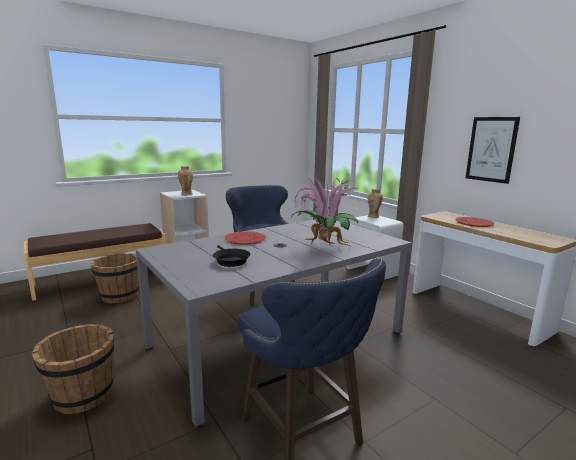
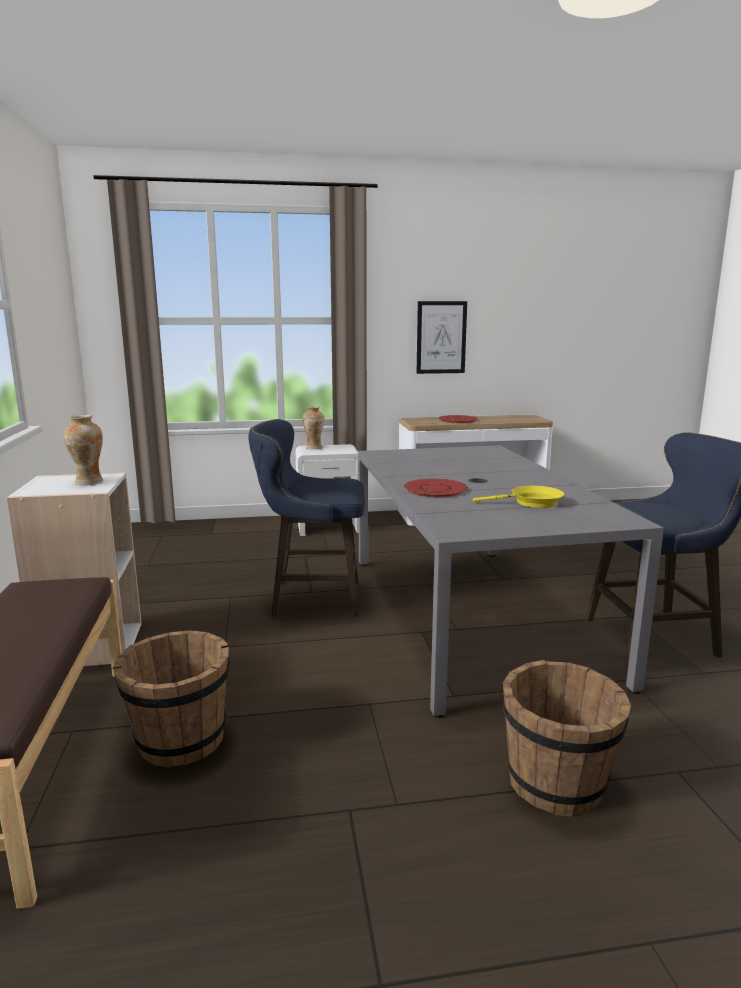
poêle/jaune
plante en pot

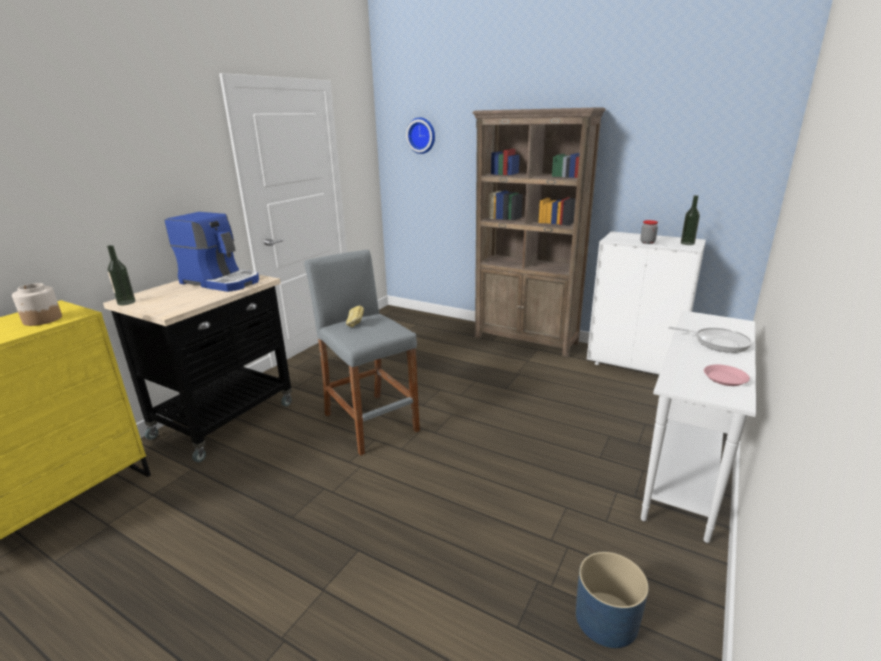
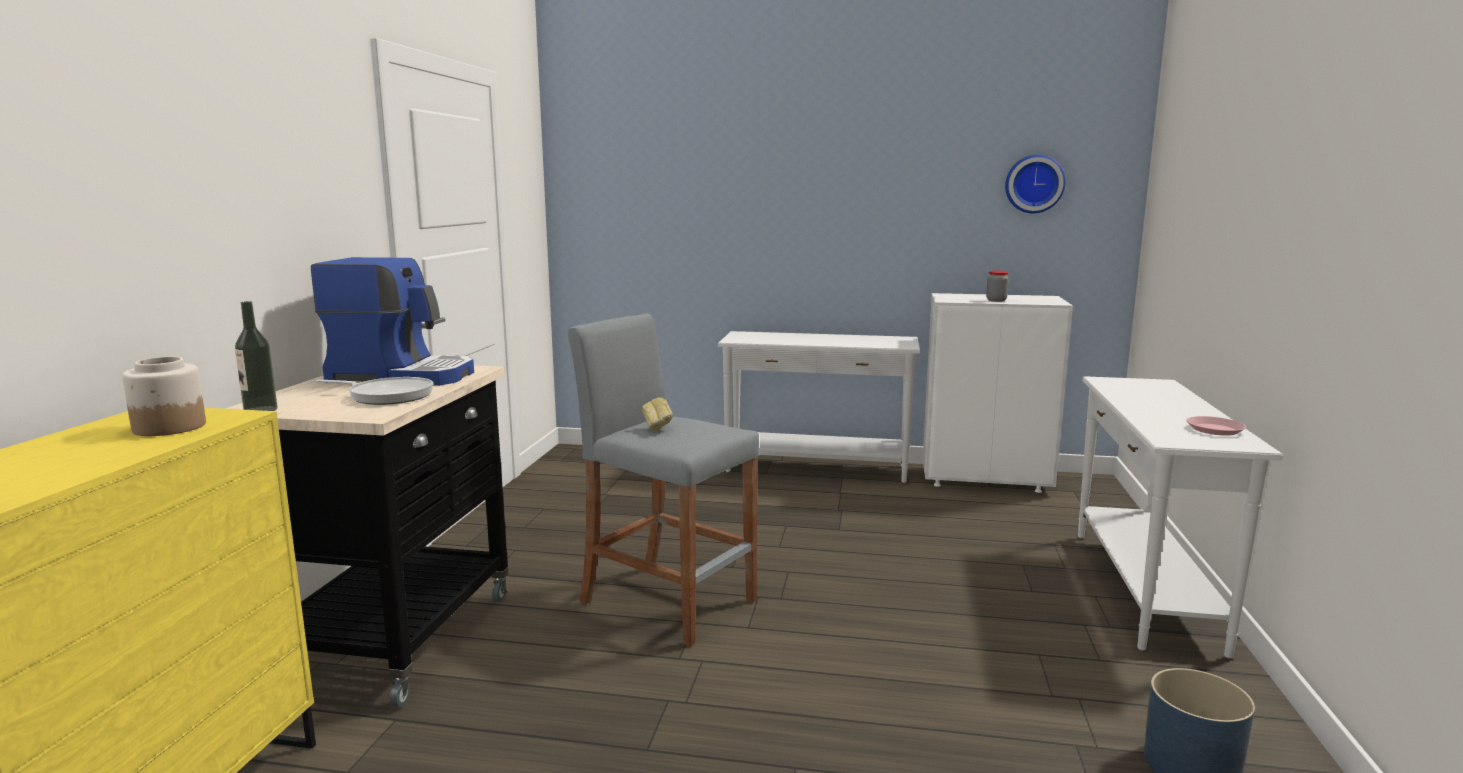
horloge murale
table console/blanc (no. 1 from left)
poêle
bouteille (no. 2 from left in the first image)

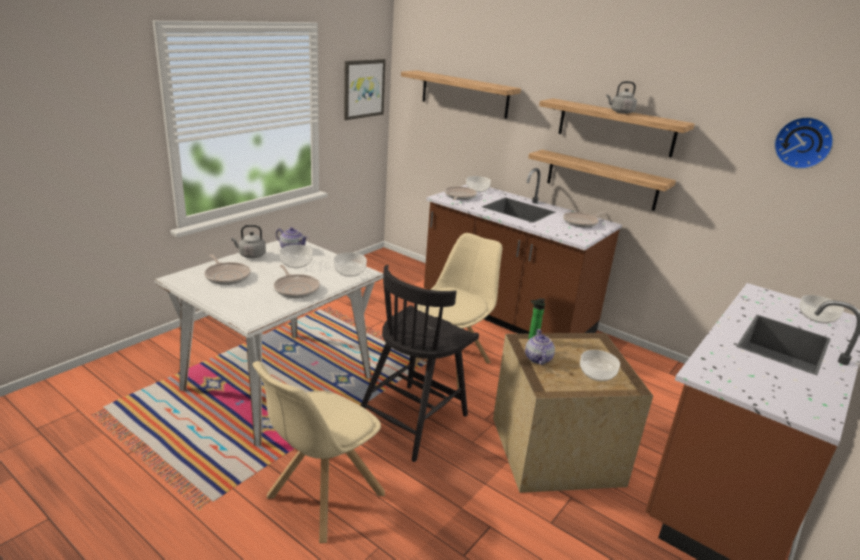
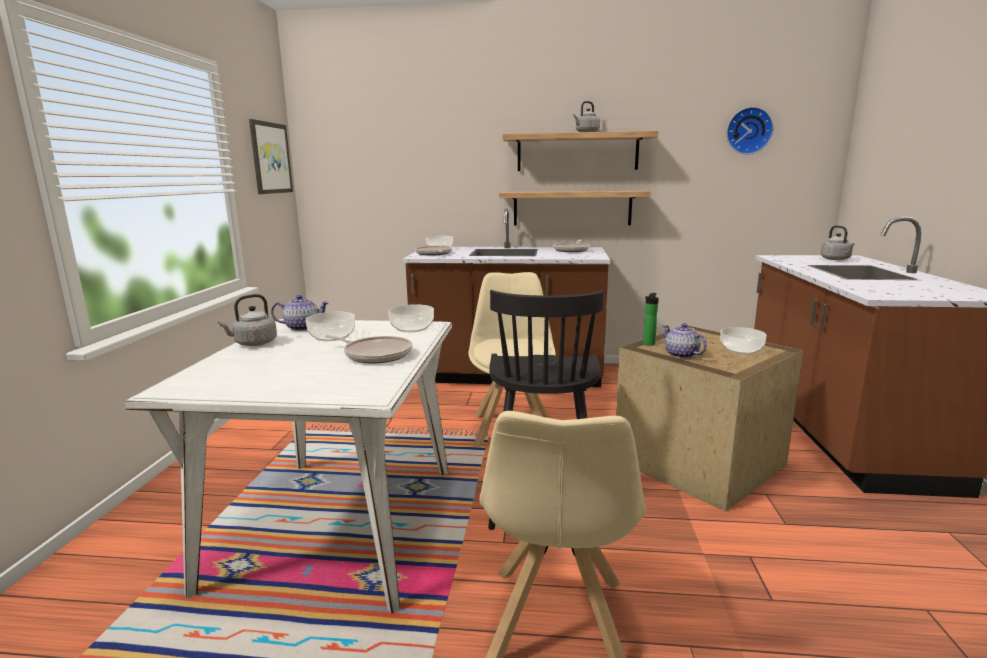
poêle (no. 1 from left in the first image)
étagère (no. 1 from left in the first image)
bouilloire/gris (no. 3 from left)

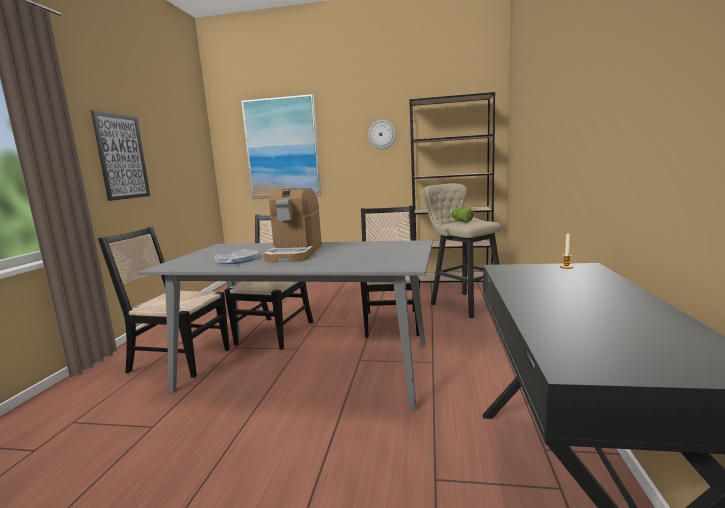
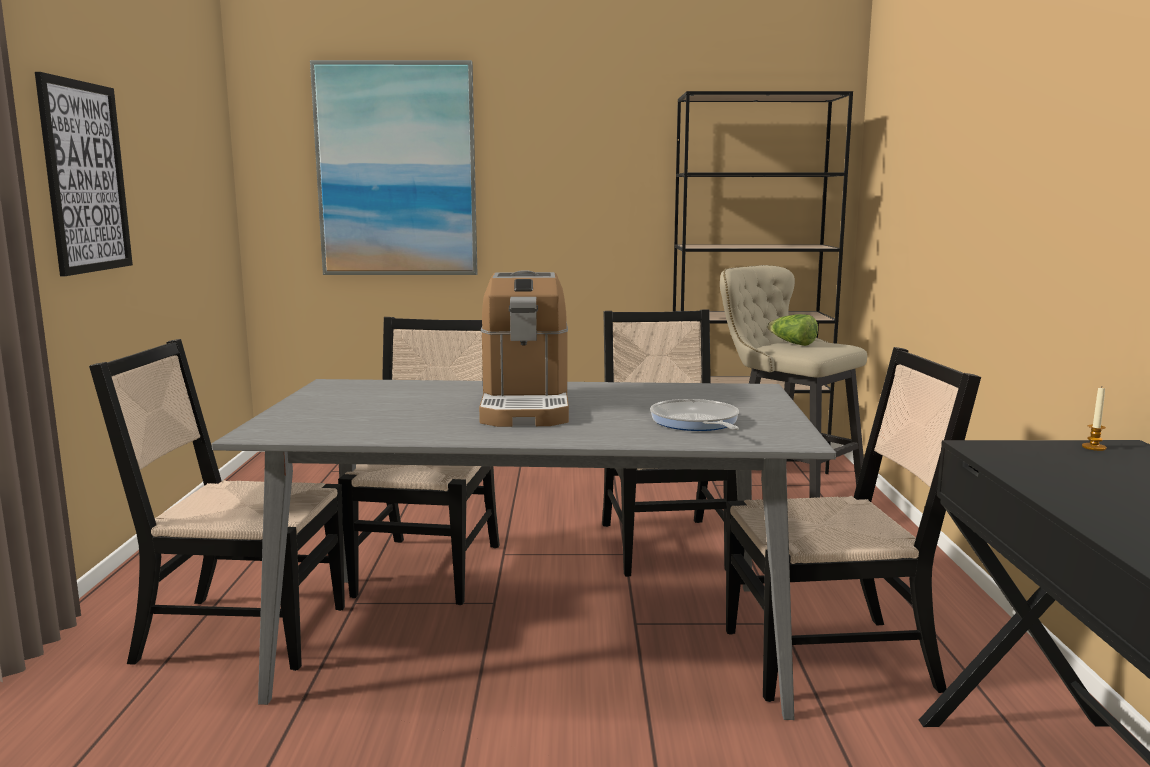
poêle
horloge murale
chaise (no. 4 from left)

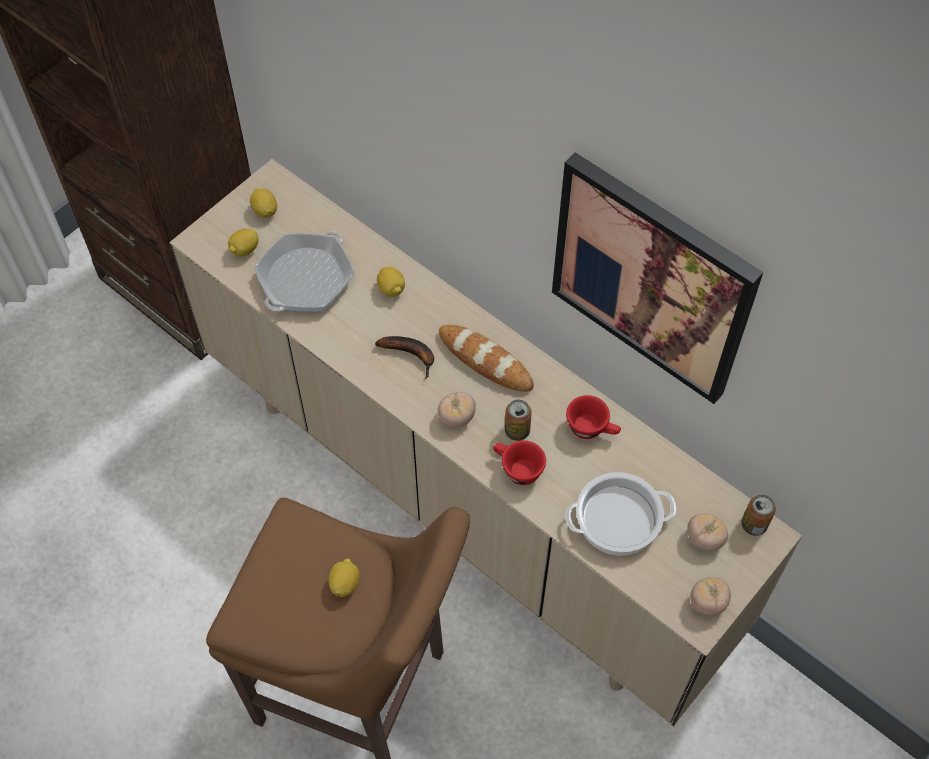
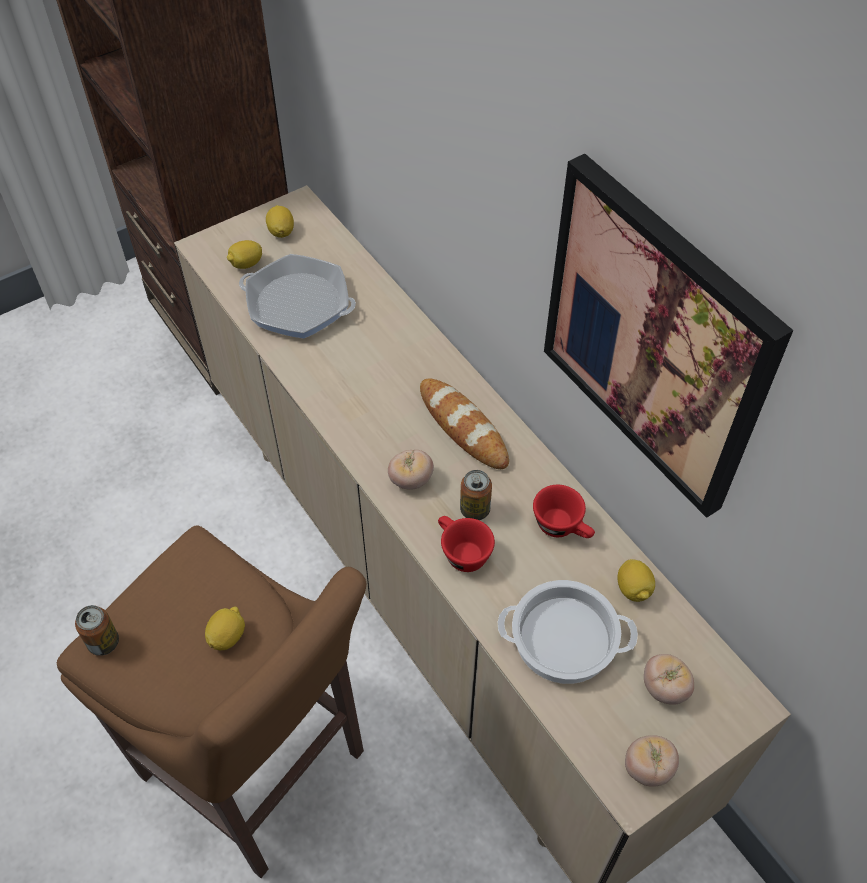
poêle
banane
citron (no. 4 from left)
boîte métallique (no. 1 from left)

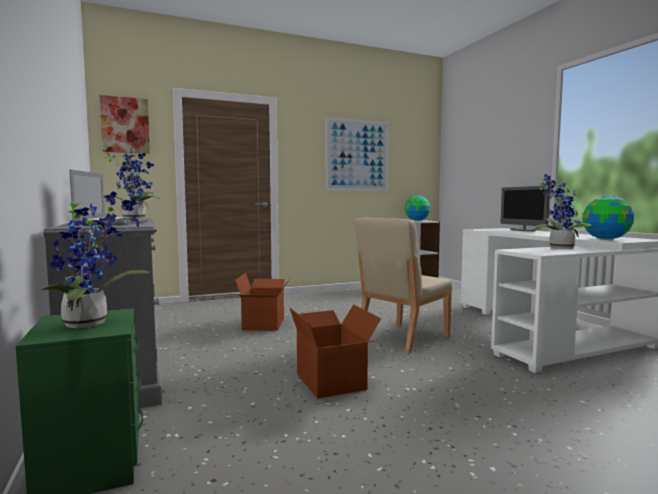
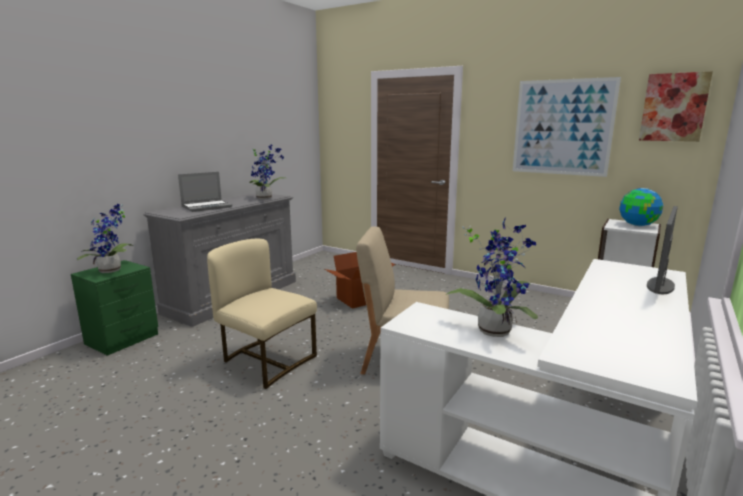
tableau (no. 2 from left)
chaise/beige (no. 1 from left)
globe (no. 2 from left in the first image)

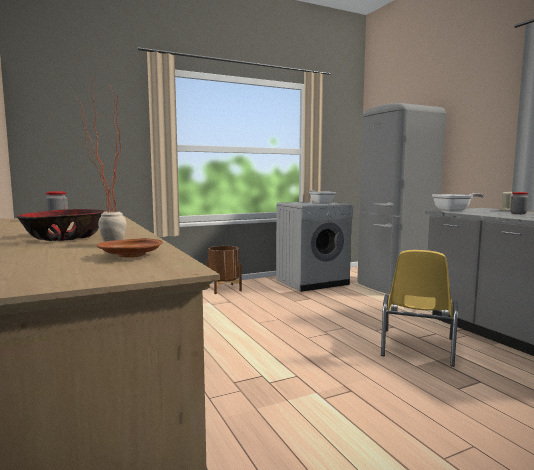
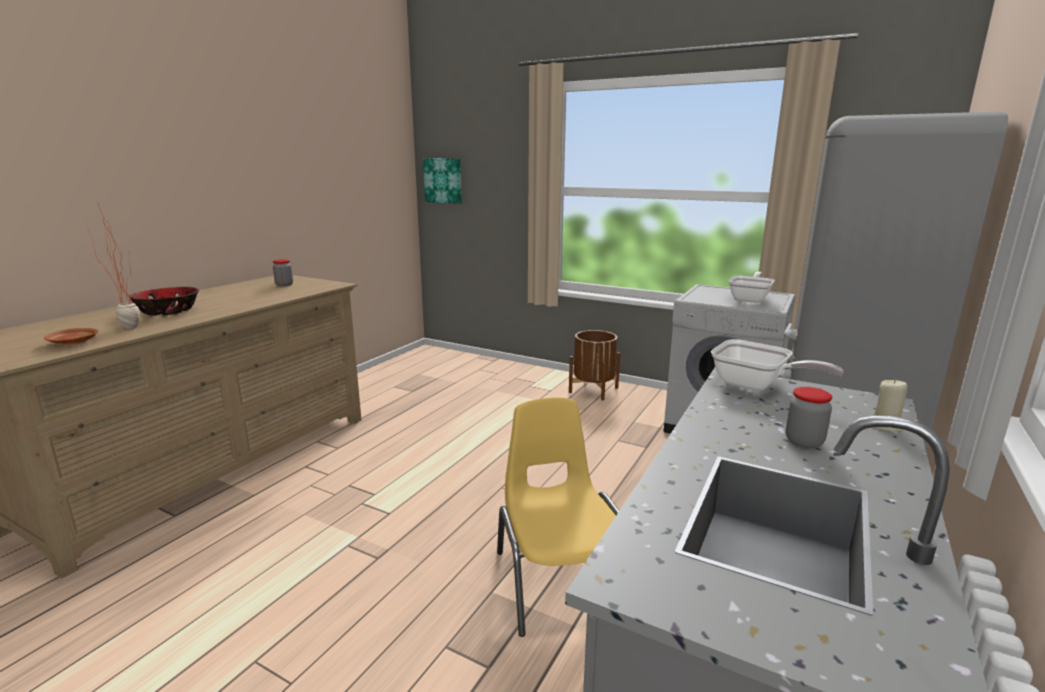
chaise/jaune
tableau

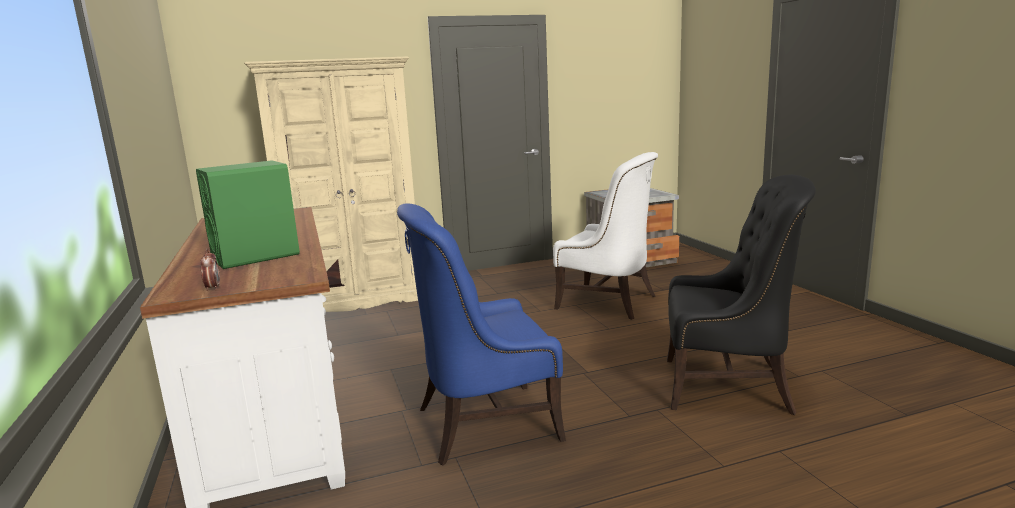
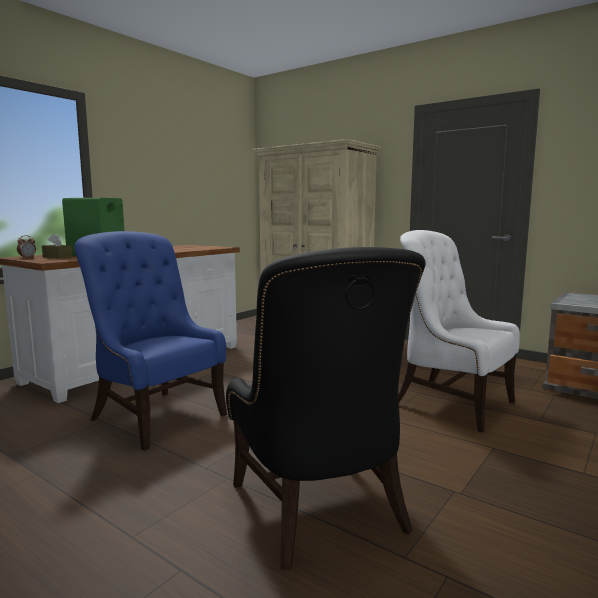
chaise/blanc
boîte à mouchoirs/marron

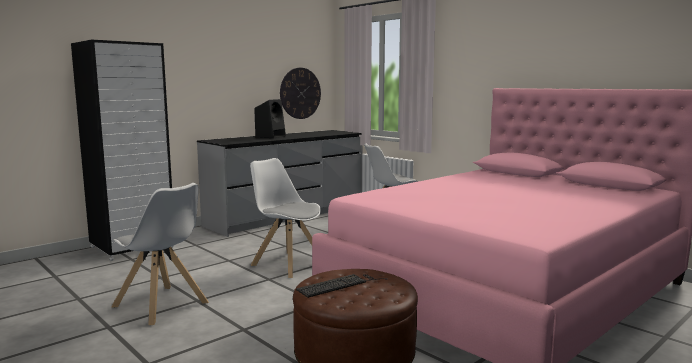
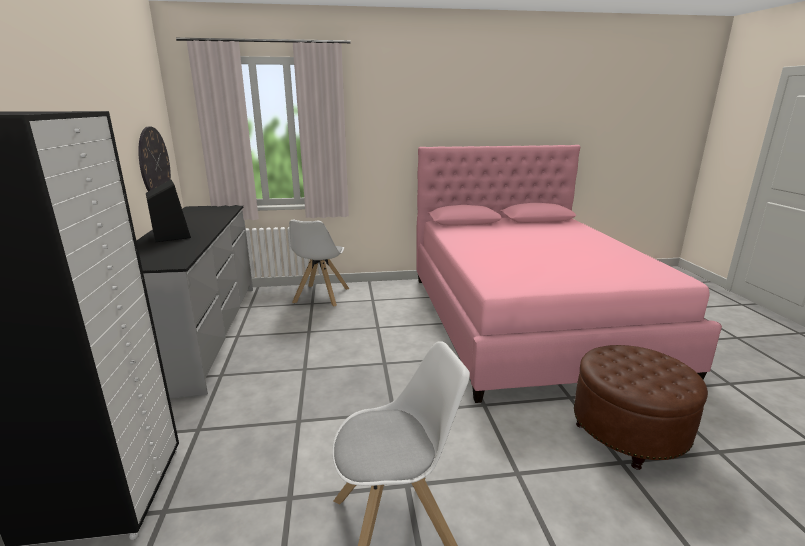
chaise (no. 2 from left in the first image)
clavier

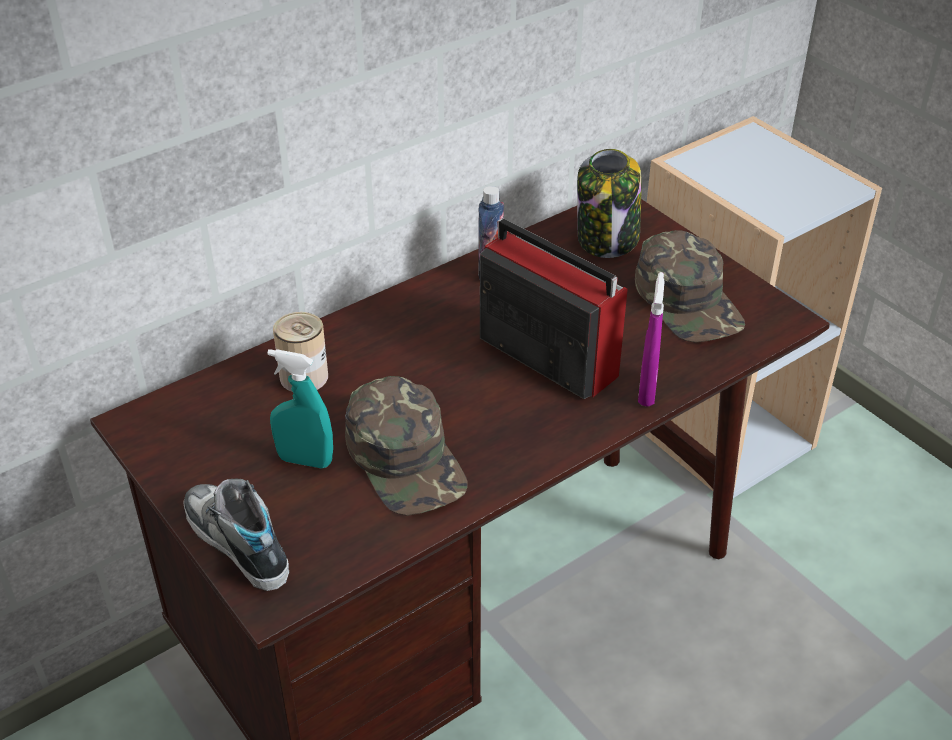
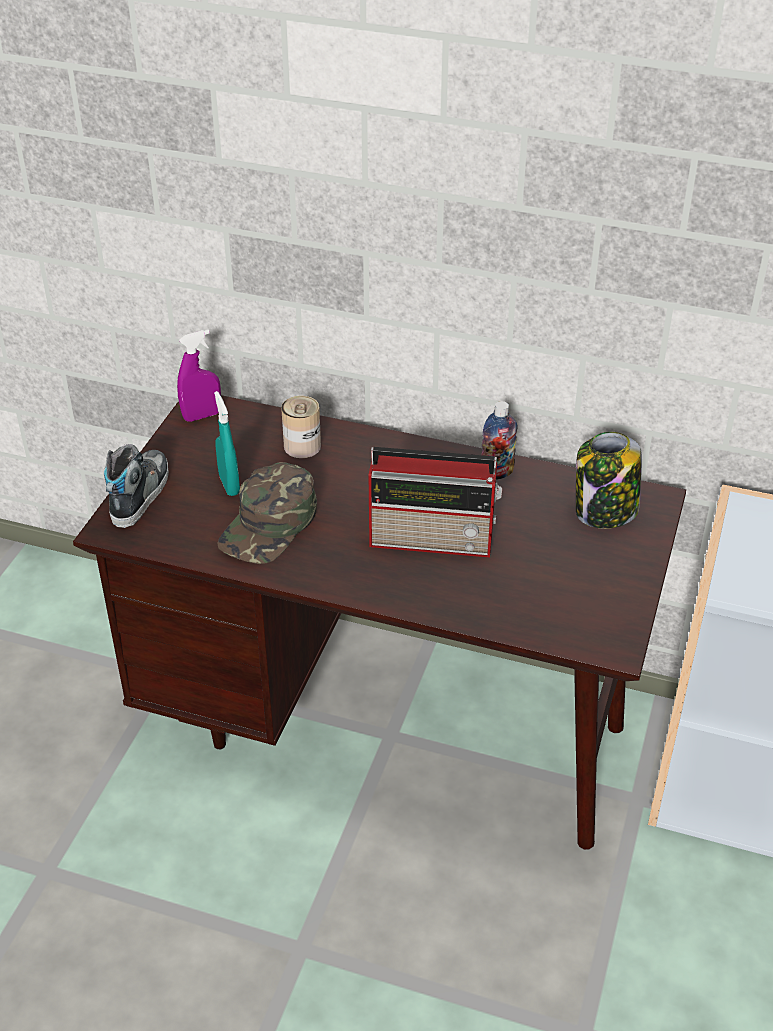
radio
casquette/vert (no. 2 from left in the first image)
vaporisateur/violet

